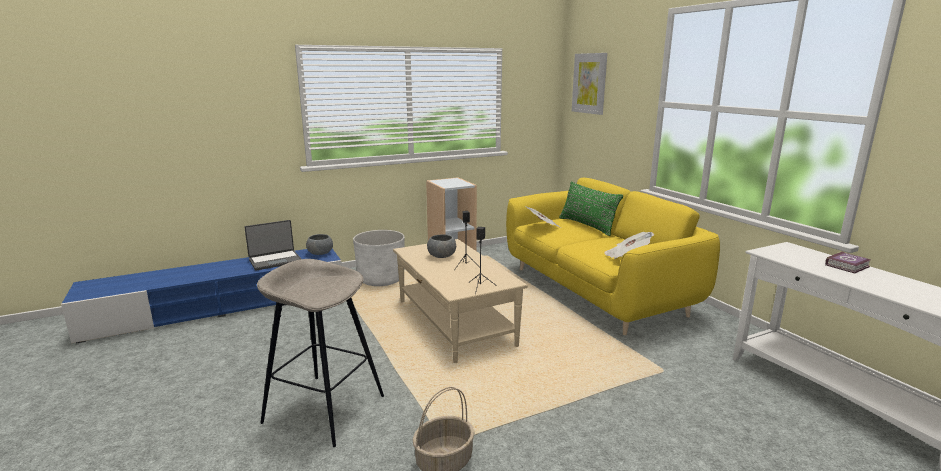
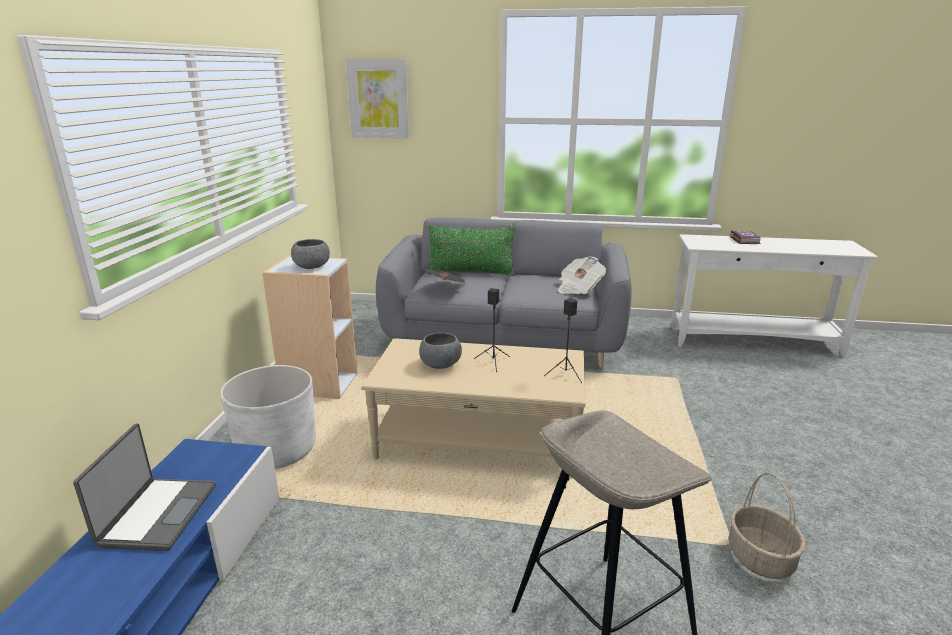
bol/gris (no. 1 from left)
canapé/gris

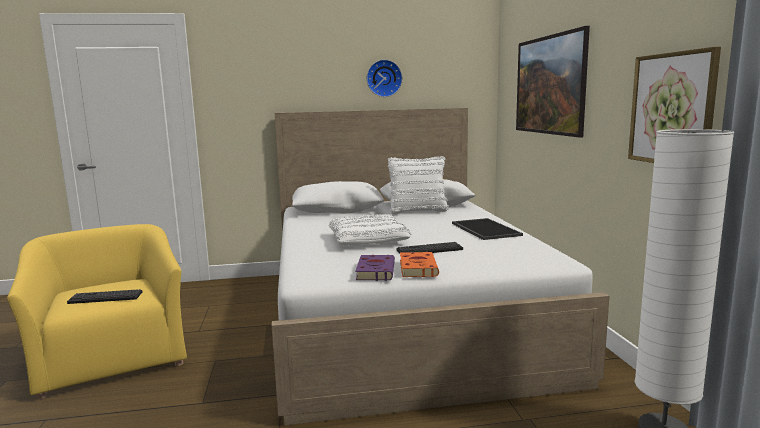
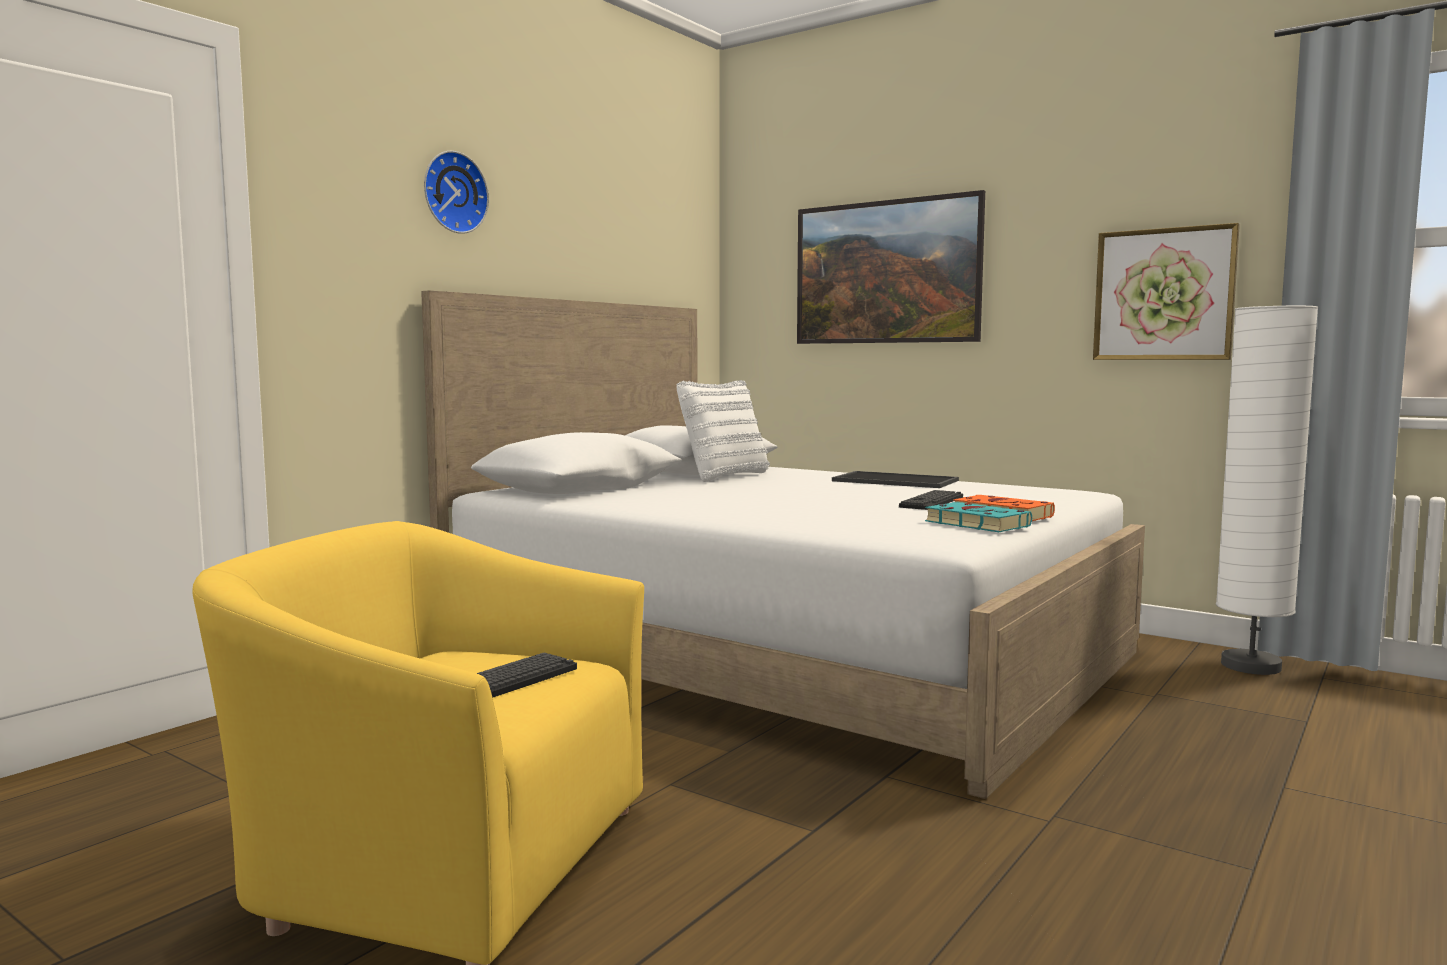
coussin/blanc (no. 1 from left in the first image)
livre/turquoise
horloge murale

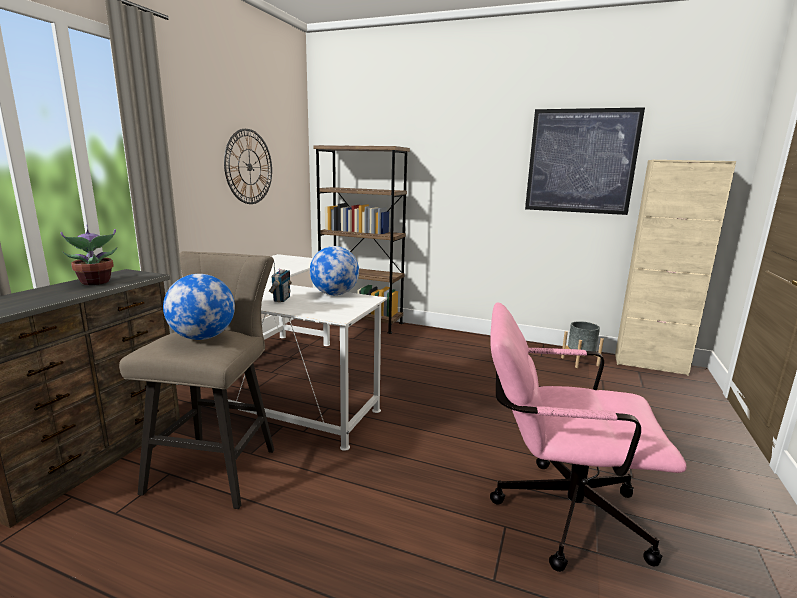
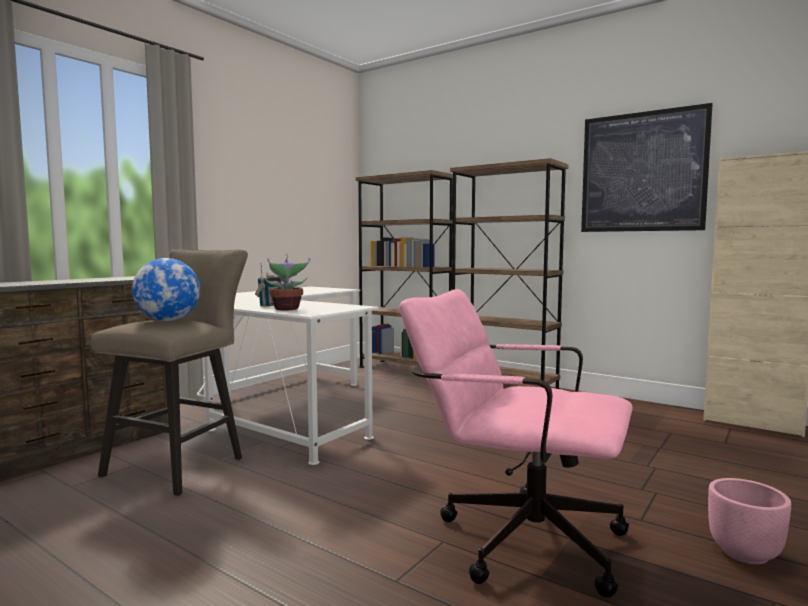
plante en pot
horloge murale
globe (no. 2 from left in the first image)
cache-pot/gris
bibliothèque/marron (no. 2 from left)
cache-pot/rose

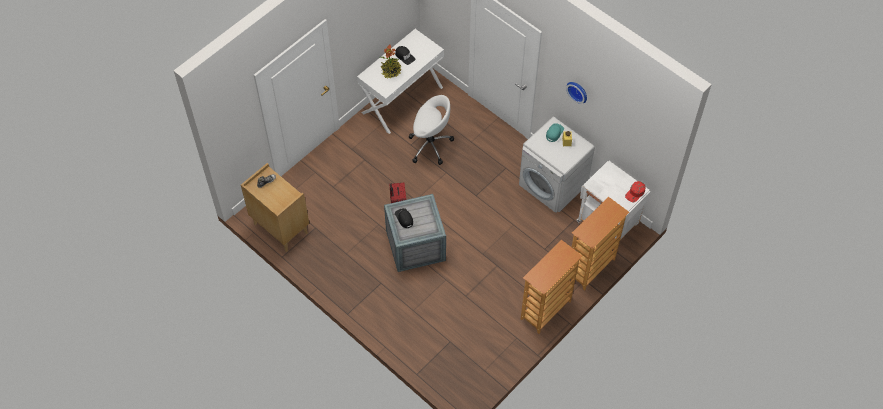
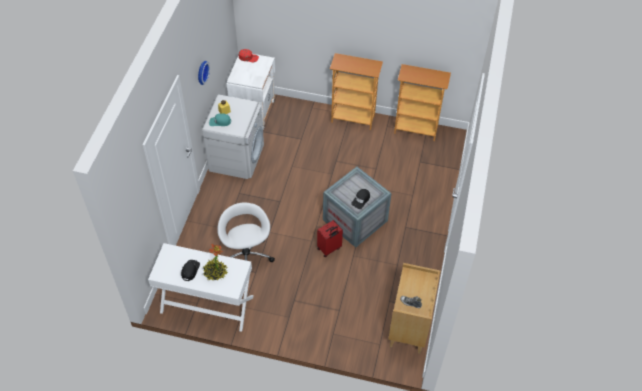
bibliothèque (no. 2 from left)

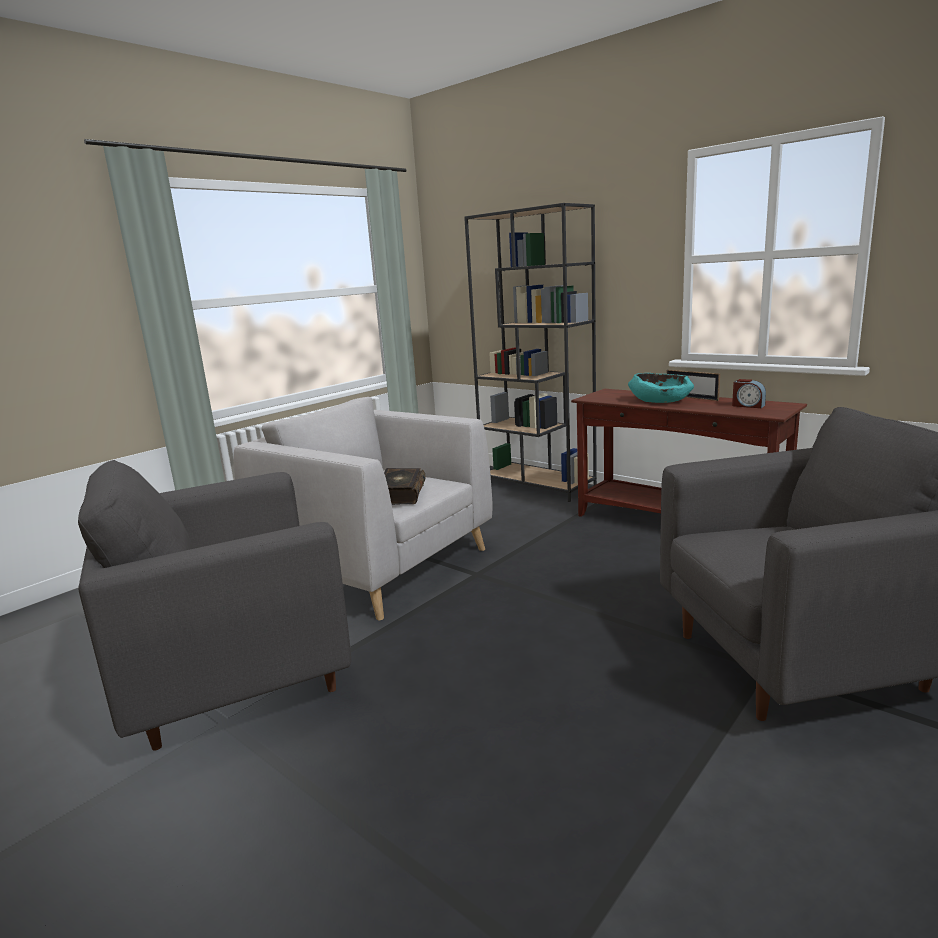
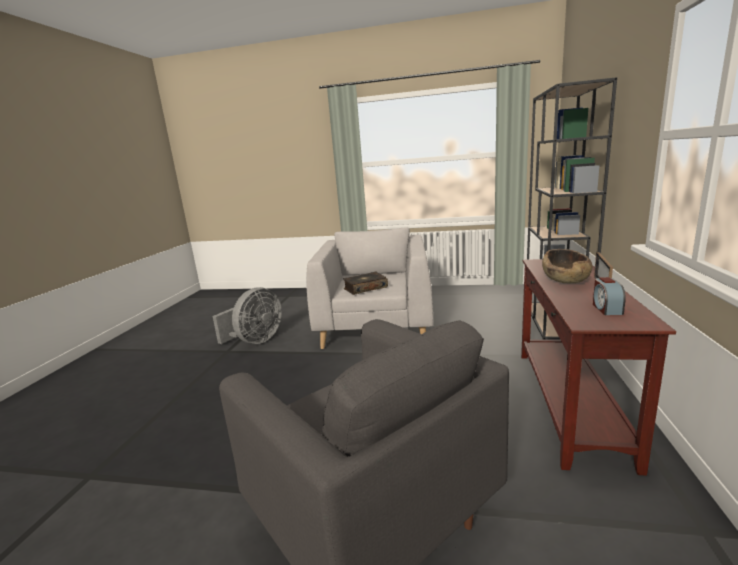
ventilateur/gris
bol/marron

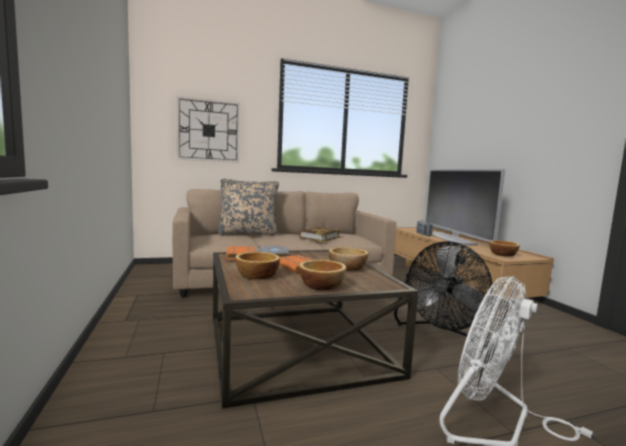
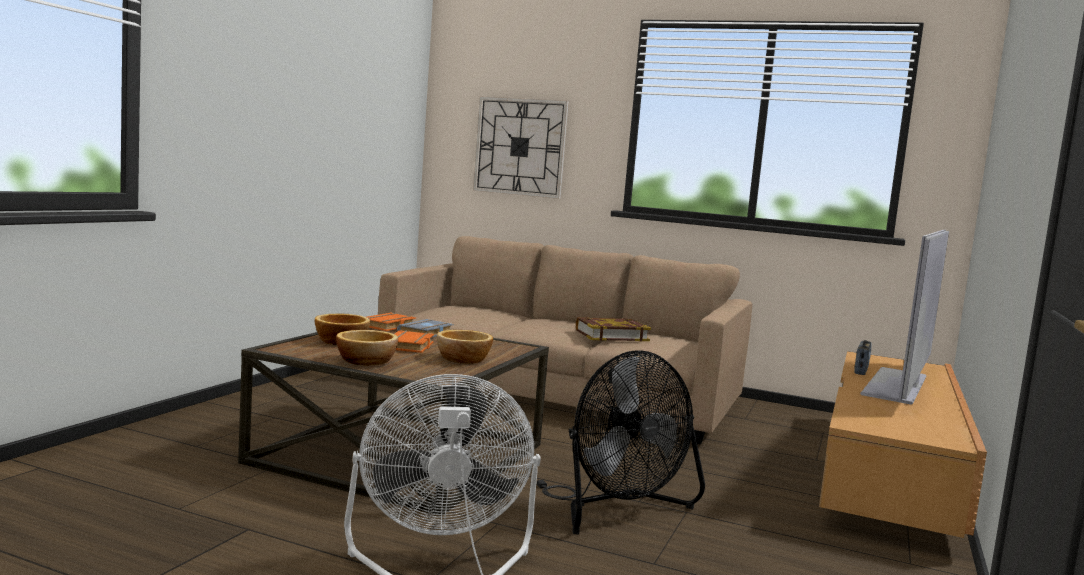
coussin/gris
ventilateur/noir
bol (no. 4 from left in the first image)

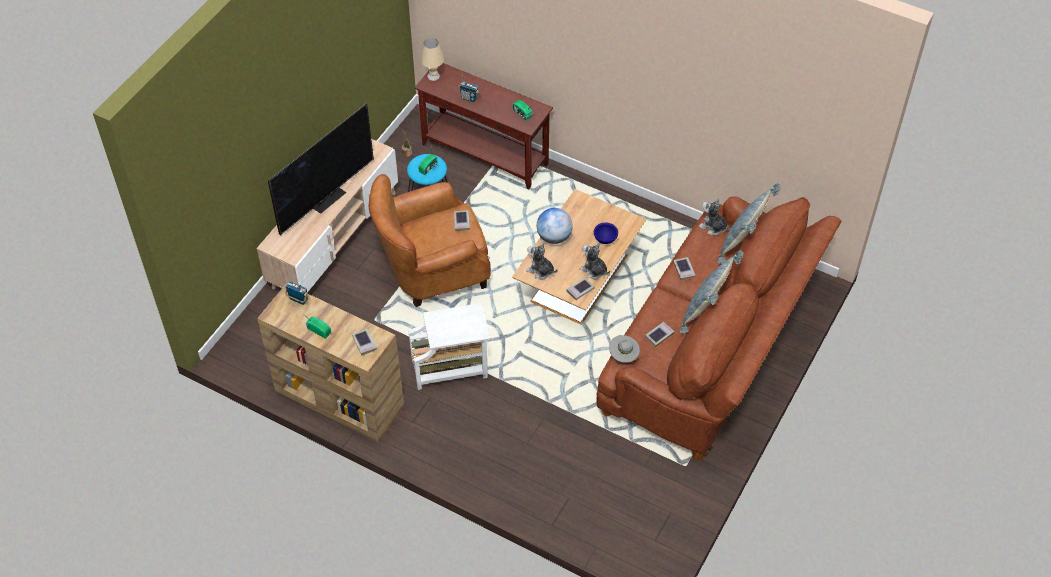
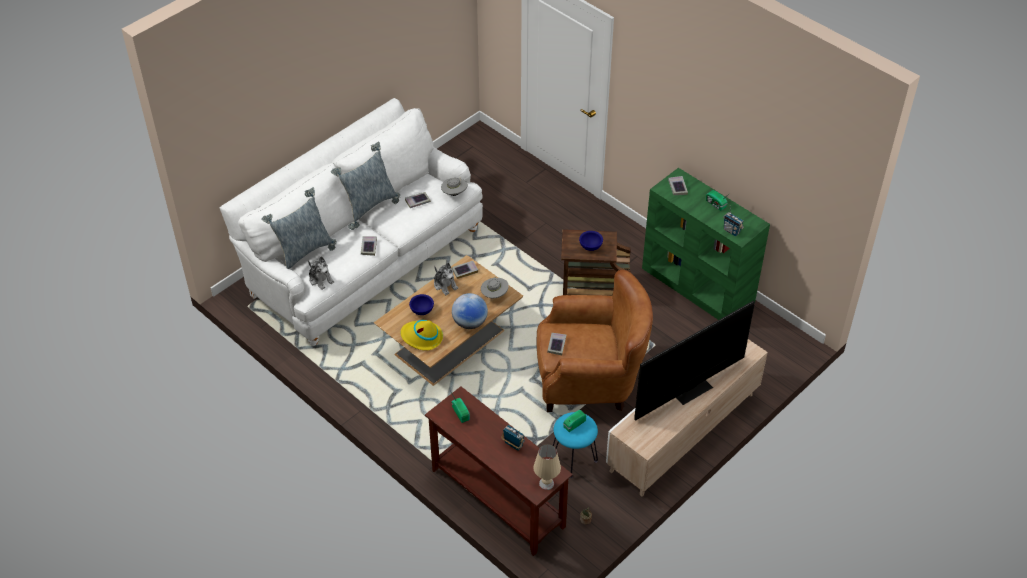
bibliothèque/vert
table d'appoint/marron
chapeau/gris (no. 2 from left)
canapé/blanc
chapeau/jaune
bol/bleu (no. 2 from left)

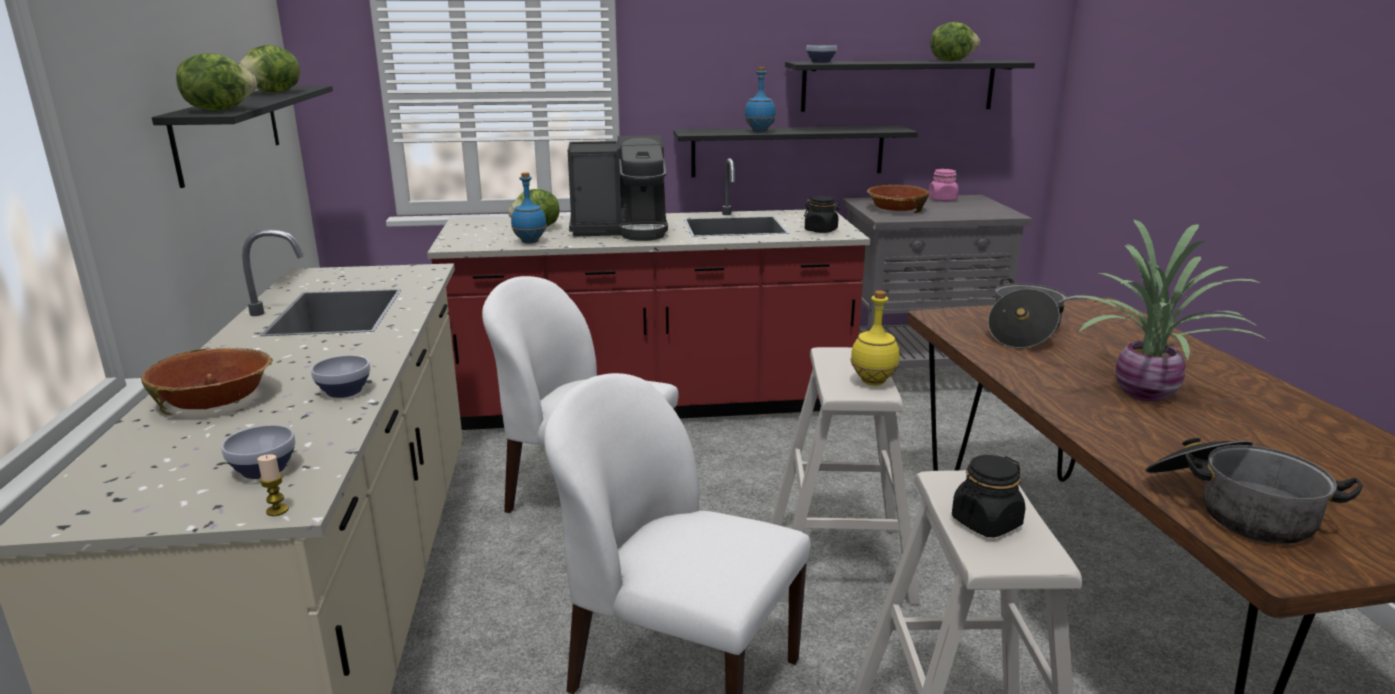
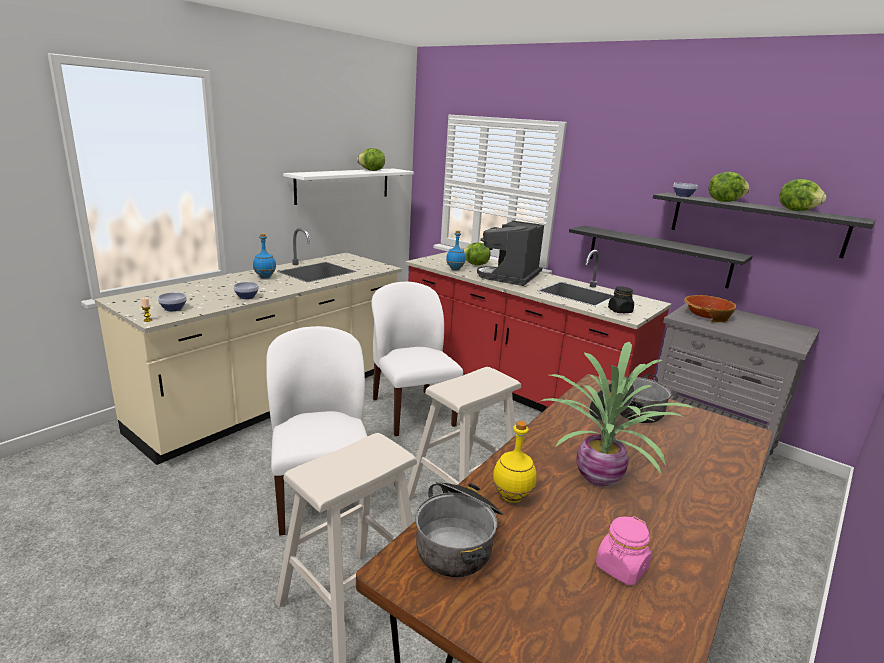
bol (no. 1 from left in the first image)
étagère/blanc
laitue (no. 3 from left)
machine à café
bouteille/bleu (no. 1 from left)
bouteille/jaune
bocal/rose
bocal/noir (no. 2 from left in the first image)

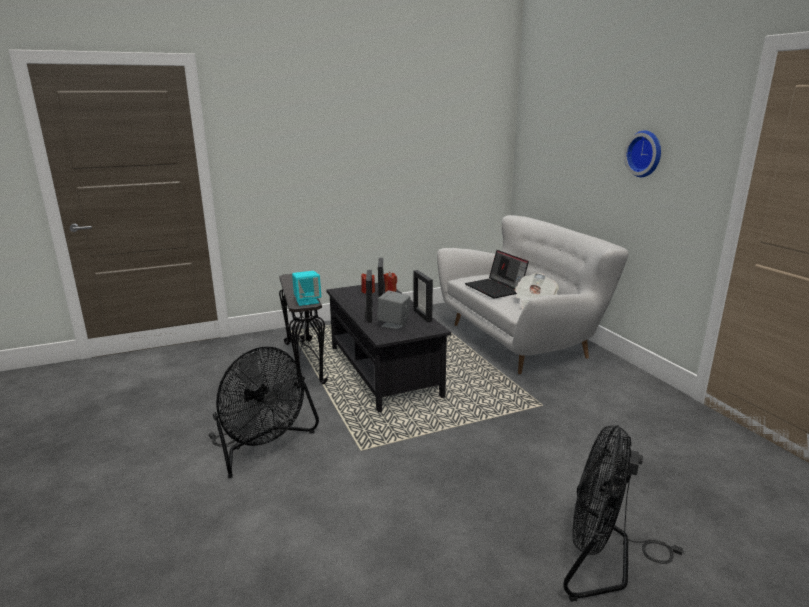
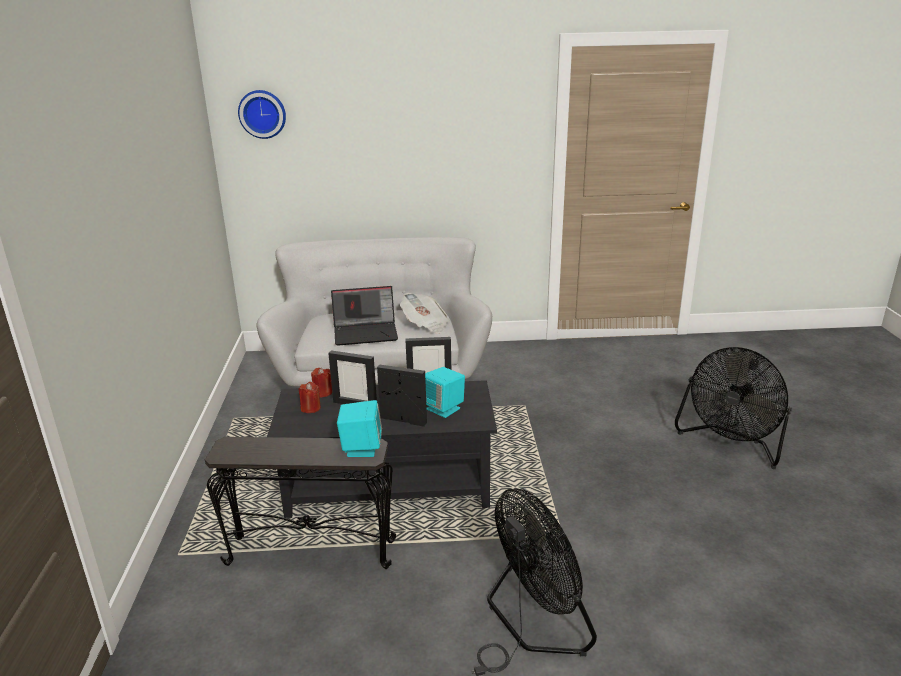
enceinte/turquoise (no. 2 from left)
horloge murale

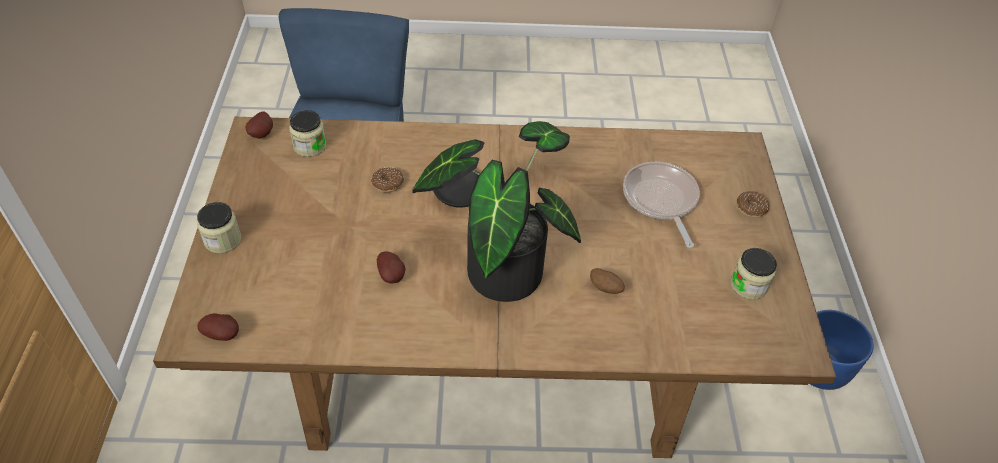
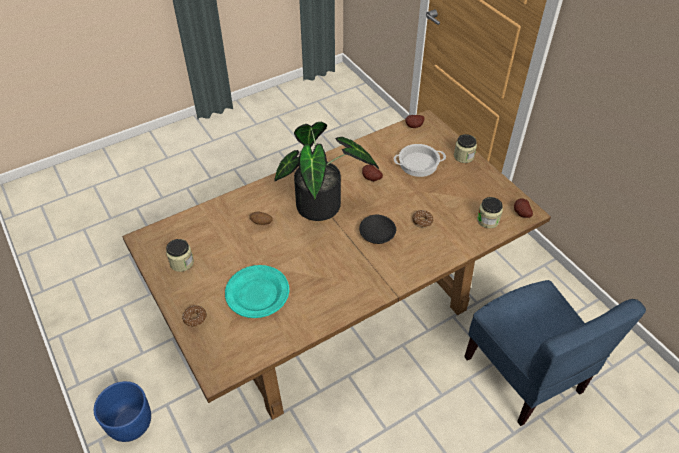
assiette/turquoise
marmite

